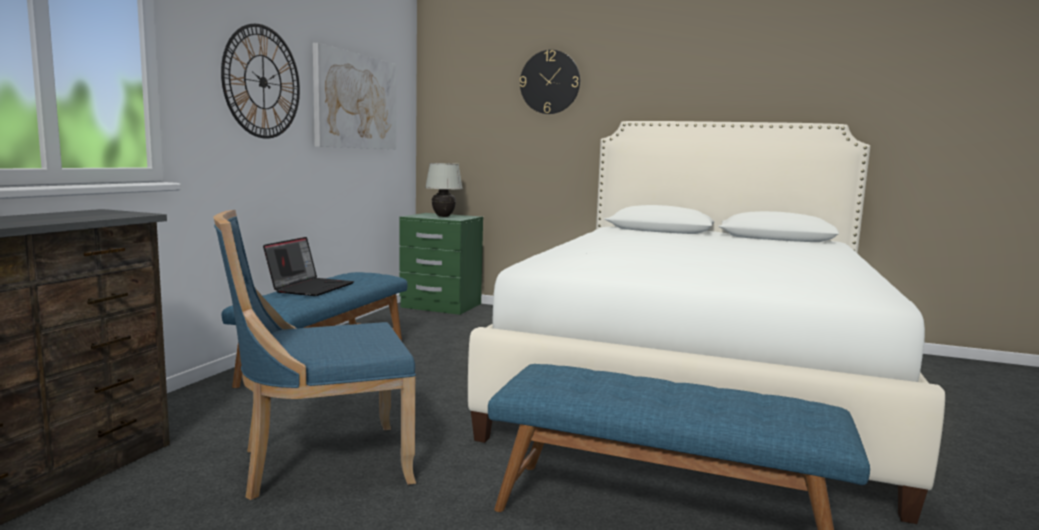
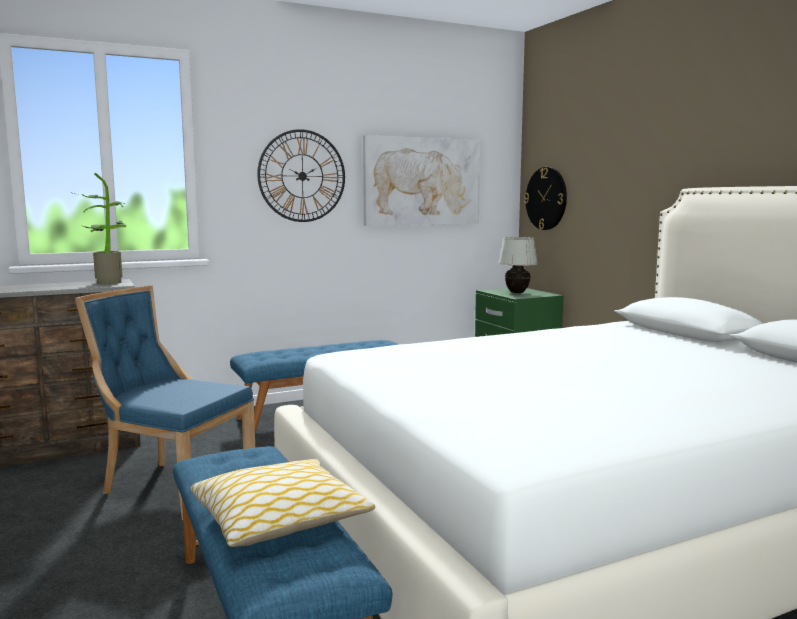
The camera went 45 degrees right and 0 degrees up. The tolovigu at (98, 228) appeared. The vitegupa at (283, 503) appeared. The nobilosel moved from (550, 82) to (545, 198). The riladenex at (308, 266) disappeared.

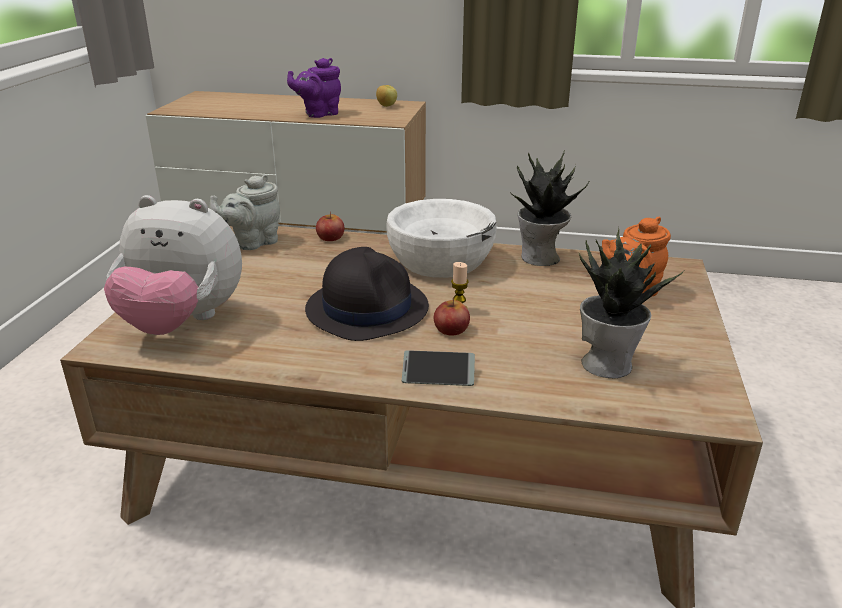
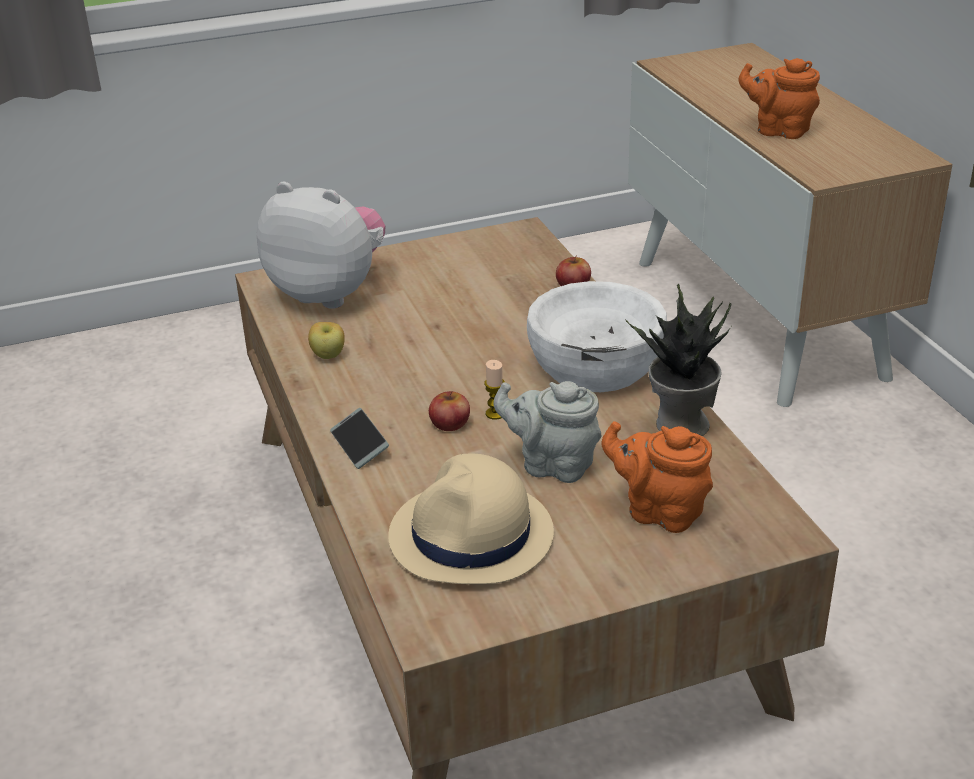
The camera went 60 degrees right and 5 degrees up. The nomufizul at (173, 265) turned 135 degrees clockwise. The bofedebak moved from (386, 96) to (326, 340). The tolovigu at (631, 303) was replaced by the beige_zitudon at (471, 518). The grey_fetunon moved from (245, 212) to (547, 432). The purple_fetunon at (314, 88) became the orange_fetunon at (779, 98). The black_zitudon at (367, 294) disappeared.

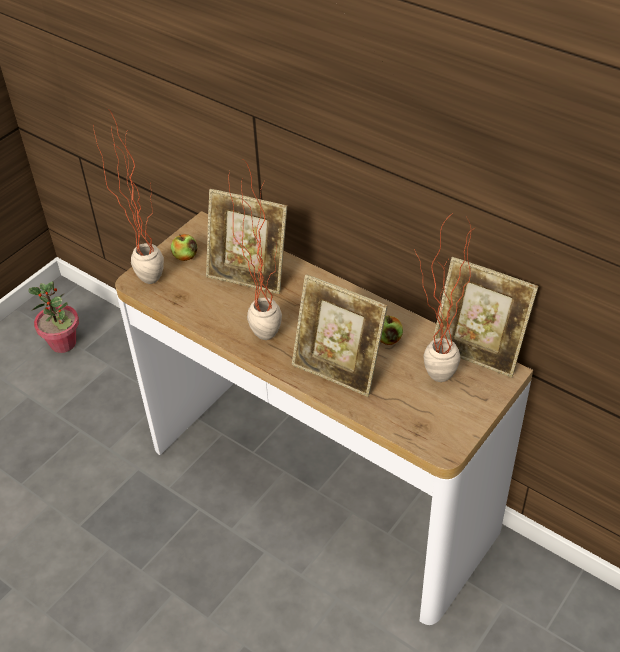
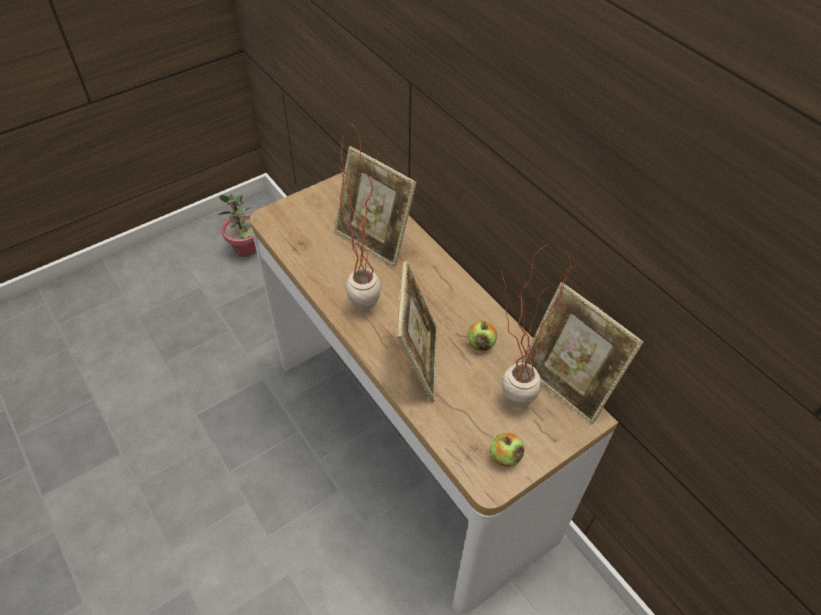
The camera went 15 degrees right and 5 degrees up. The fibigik at (340, 335) turned 135 degrees counterclockwise. The bofedebak moved from (184, 247) to (507, 449). The tolovigu at (129, 196) disappeared.

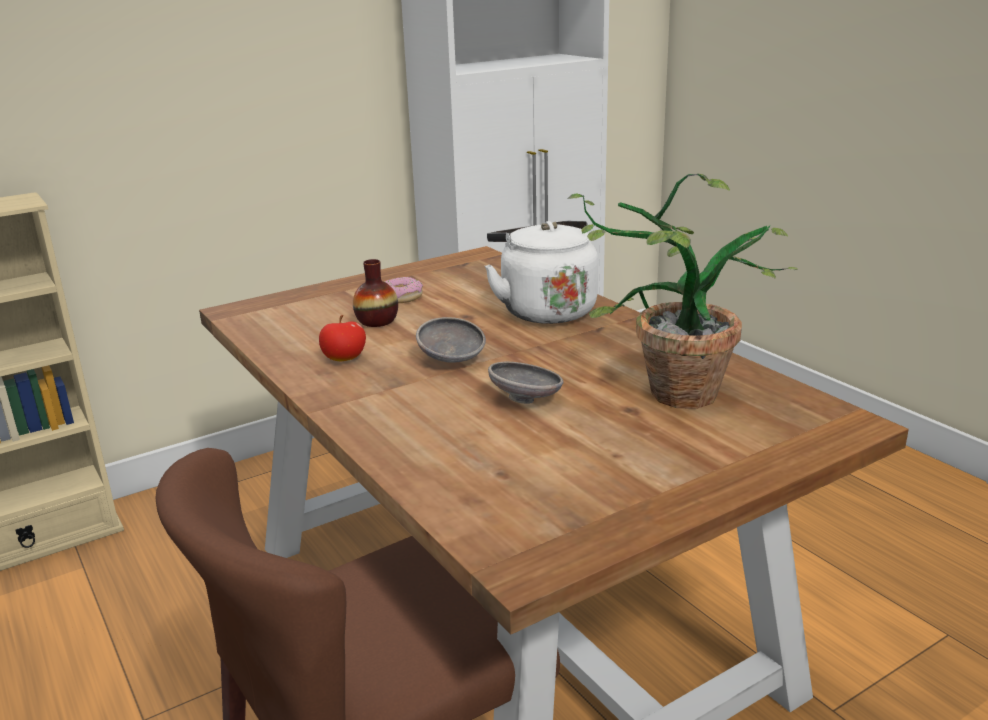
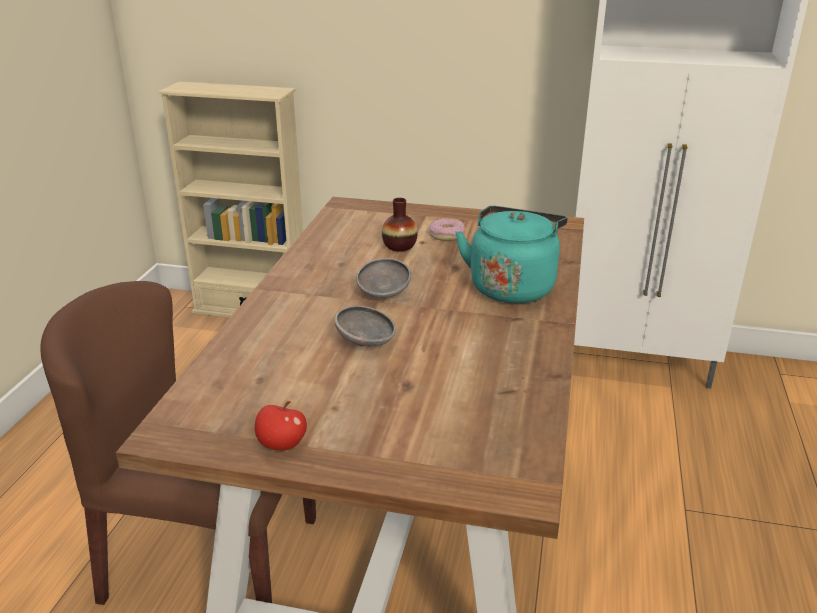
The camera went 45 degrees right and 5 degrees up. The bofedebak moved from (342, 338) to (281, 426). The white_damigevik at (541, 272) became the turquoise_damigevik at (511, 254). The tolovigu at (682, 291) disappeared.

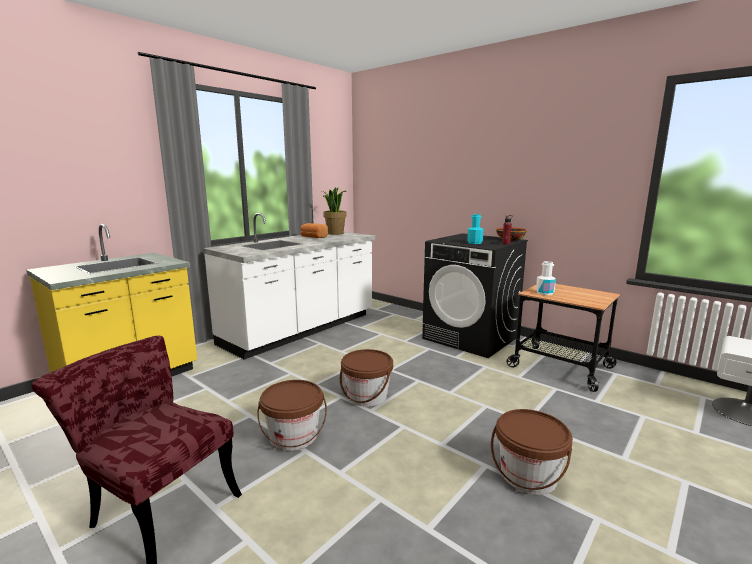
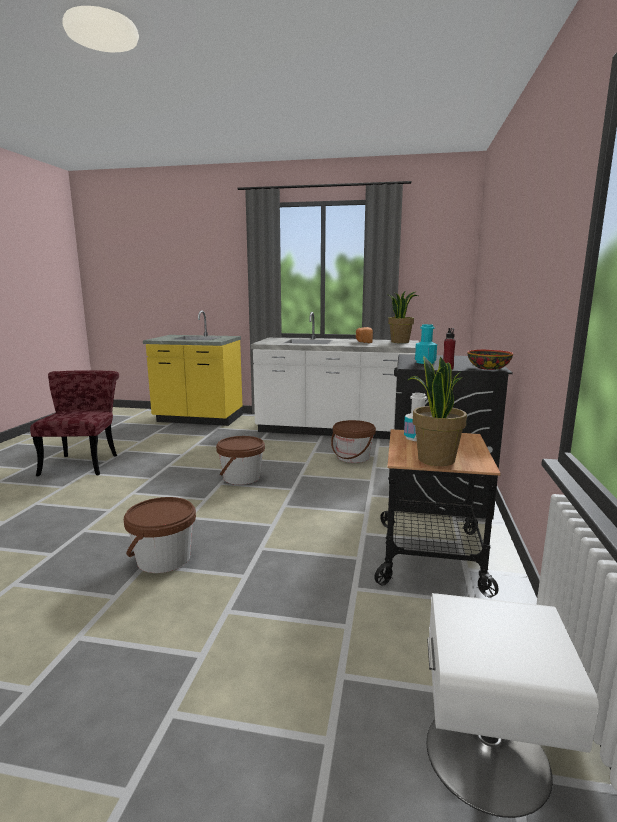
The camera went 60 degrees right and 0 degrees up. The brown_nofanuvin moved from (292, 415) to (353, 441). The tolovigu at (437, 411) appeared.

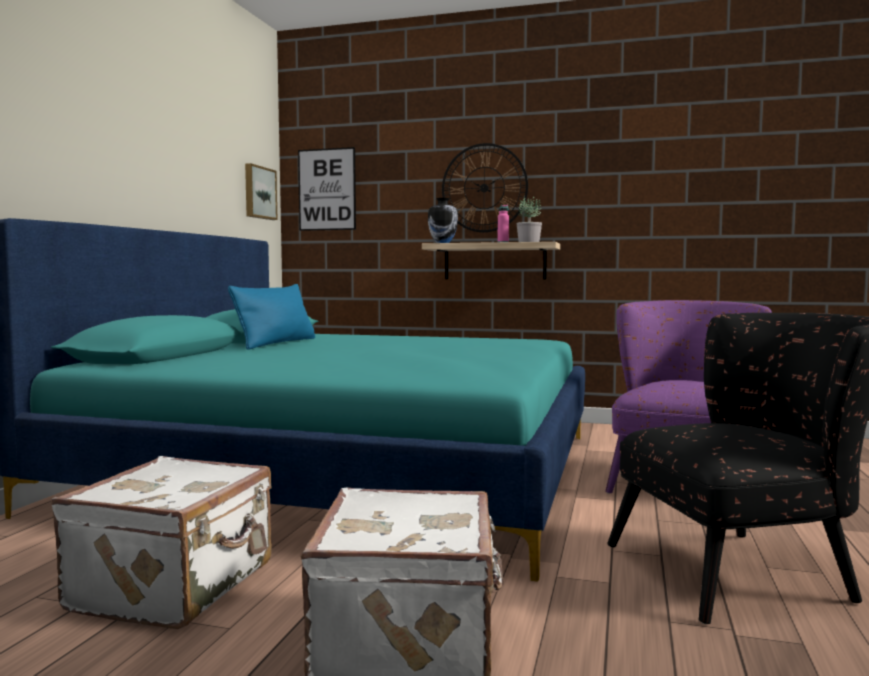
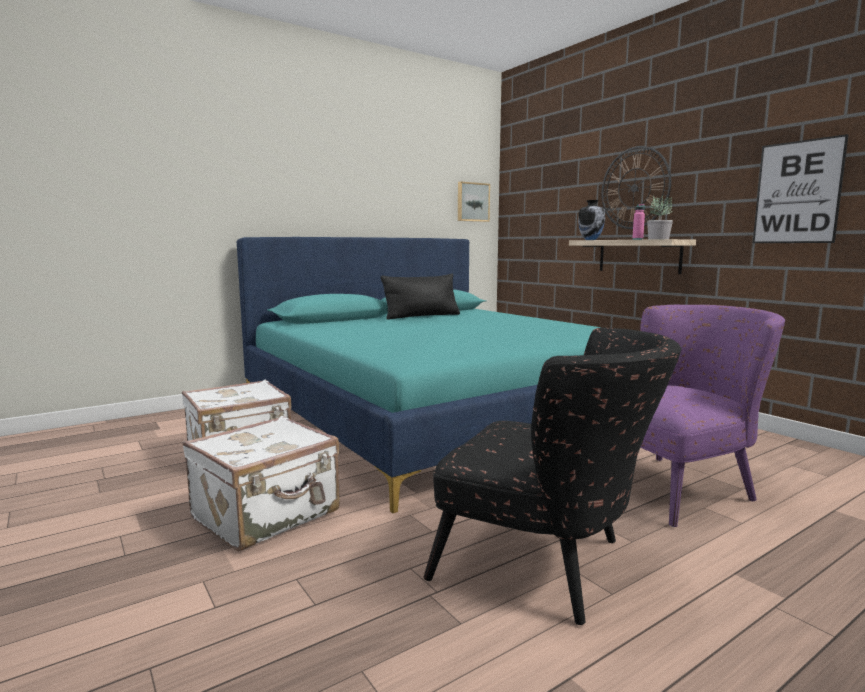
The camera went 40 degrees right and 5 degrees up. The blue_vitegupa at (271, 317) became the black_vitegupa at (420, 297). The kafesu moved from (327, 189) to (801, 188).

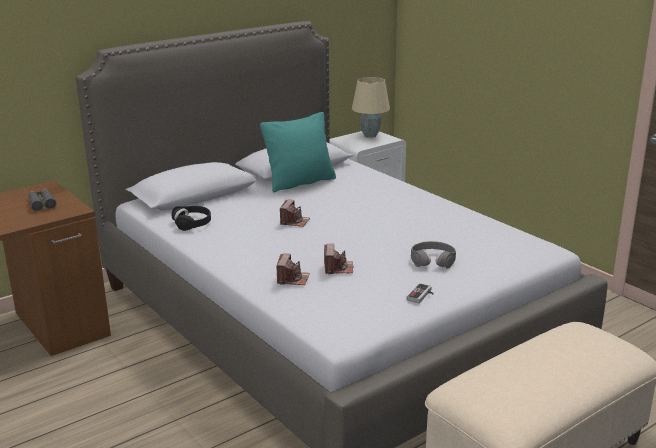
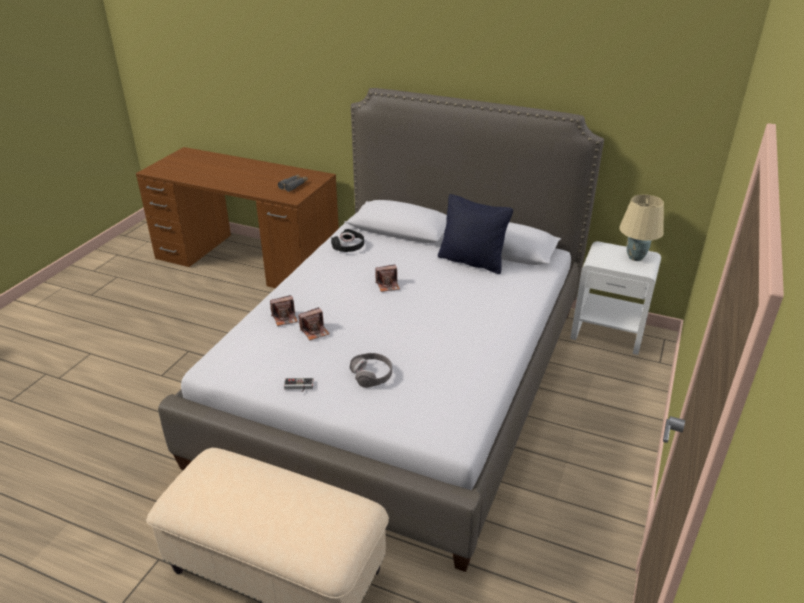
The camera went 60 degrees right and 10 degrees up. The turquoise_vitegupa at (298, 152) became the black_vitegupa at (475, 234).

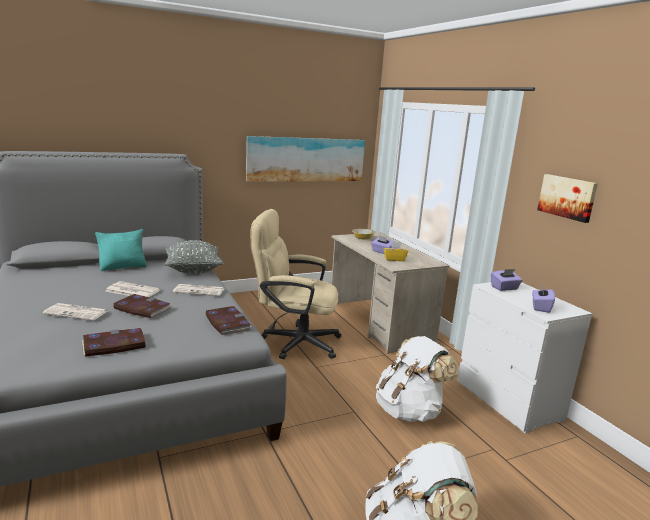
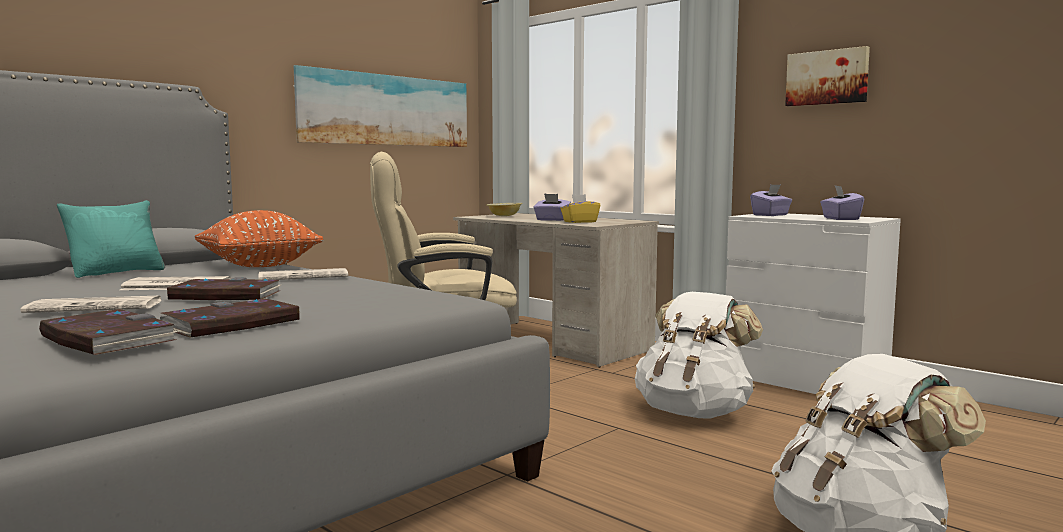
The camera went 20 degrees left and 10 degrees down. The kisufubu moved from (228, 320) to (108, 332). The grey_vitegupa at (193, 256) became the orange_vitegupa at (258, 238).

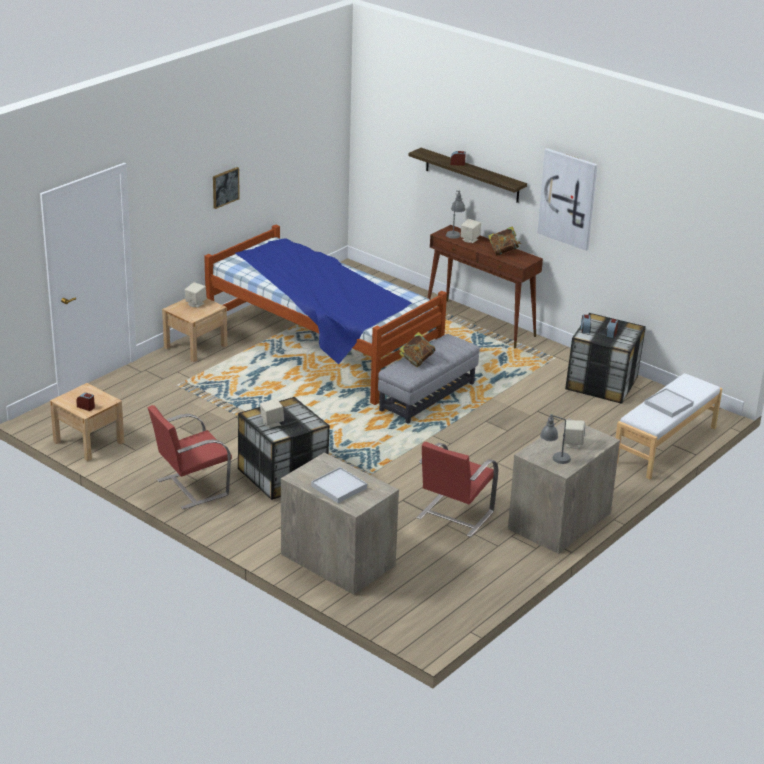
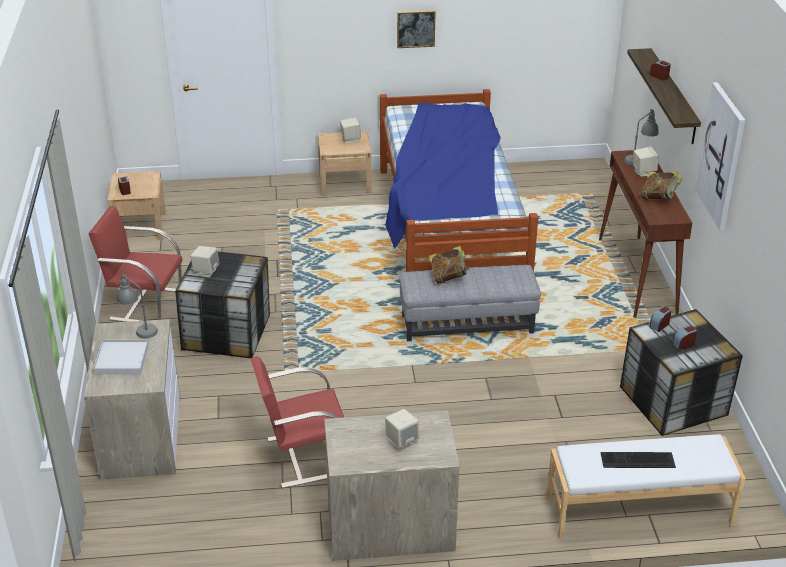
The camera went 45 degrees right and 5 degrees up. The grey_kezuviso moved from (555, 439) to (137, 306). The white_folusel at (669, 402) was replaced by the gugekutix at (638, 460).

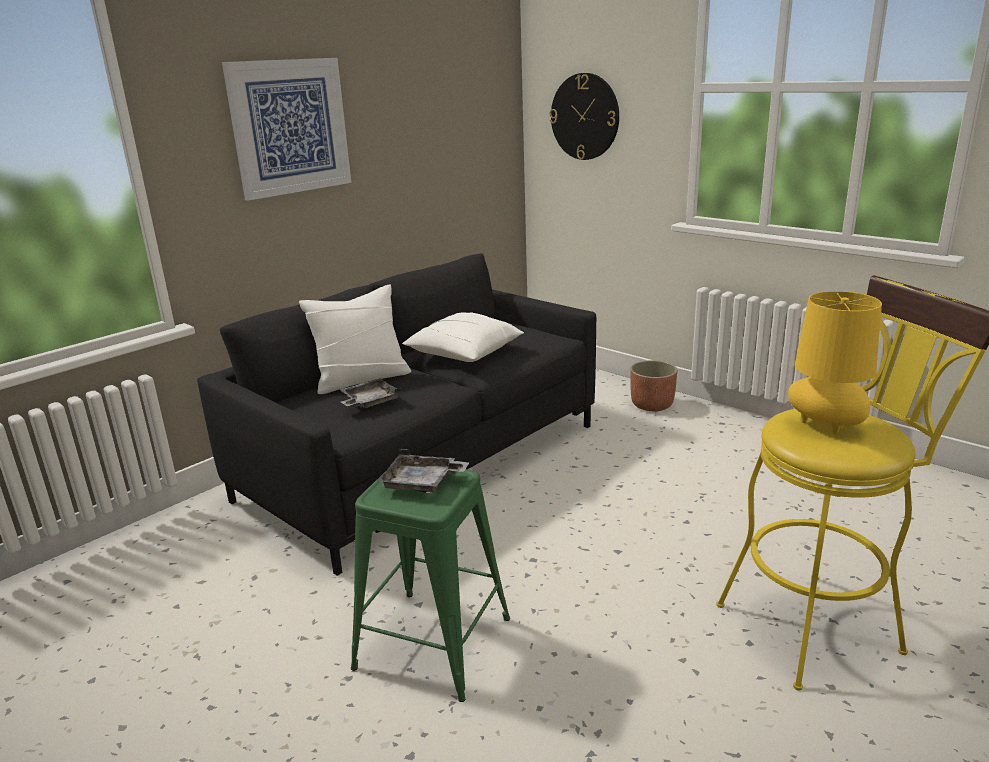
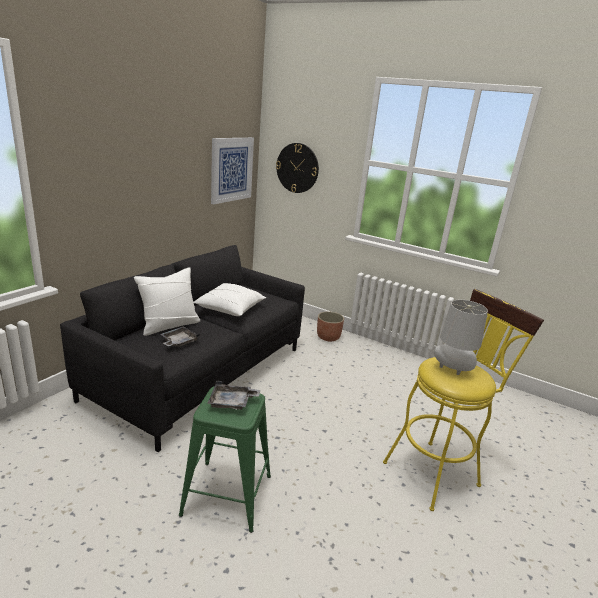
The camera went 15 degrees left and 0 degrees up. The kafesu moved from (286, 129) to (232, 171). The yellow_kezuviso at (835, 362) became the grey_kezuviso at (461, 337).

